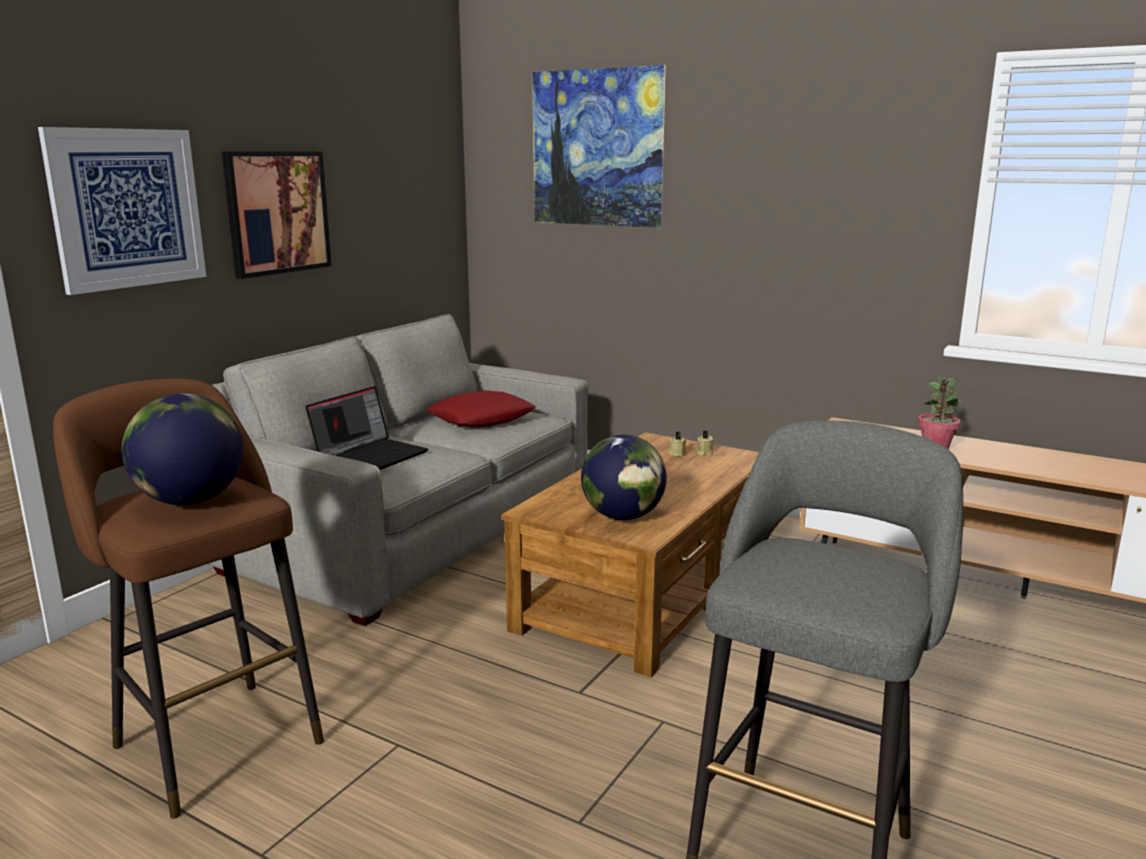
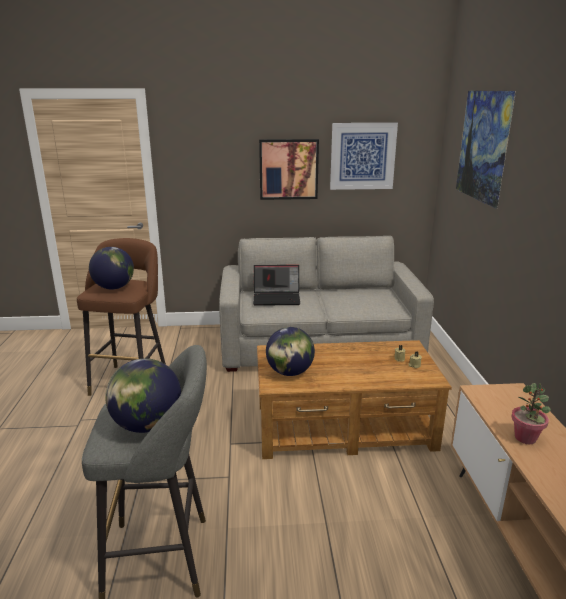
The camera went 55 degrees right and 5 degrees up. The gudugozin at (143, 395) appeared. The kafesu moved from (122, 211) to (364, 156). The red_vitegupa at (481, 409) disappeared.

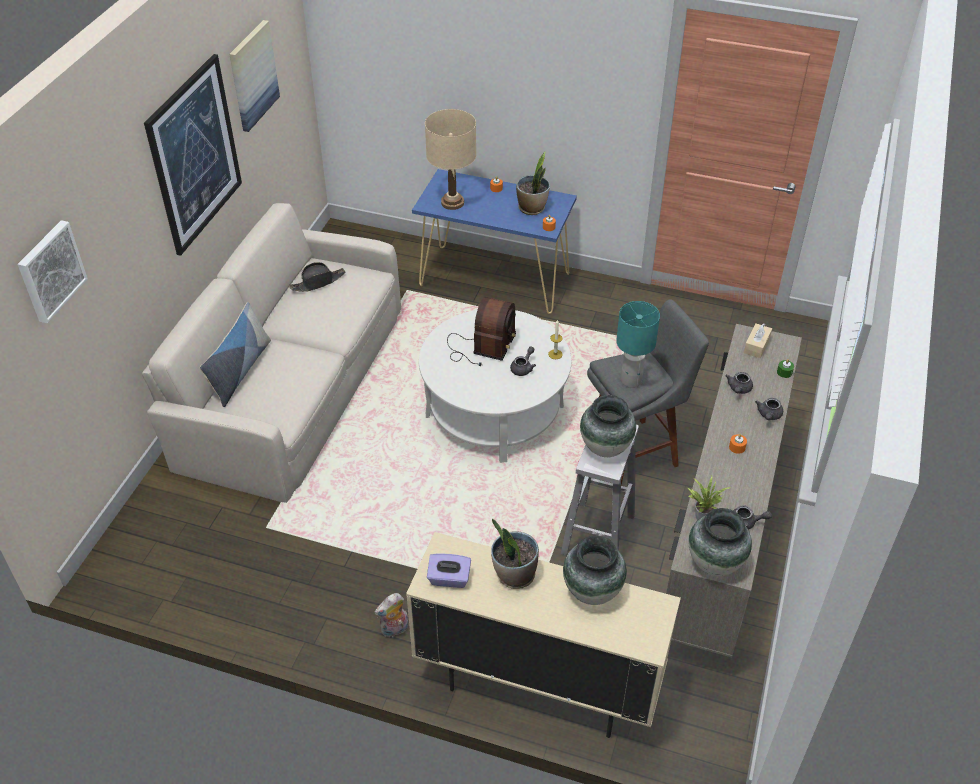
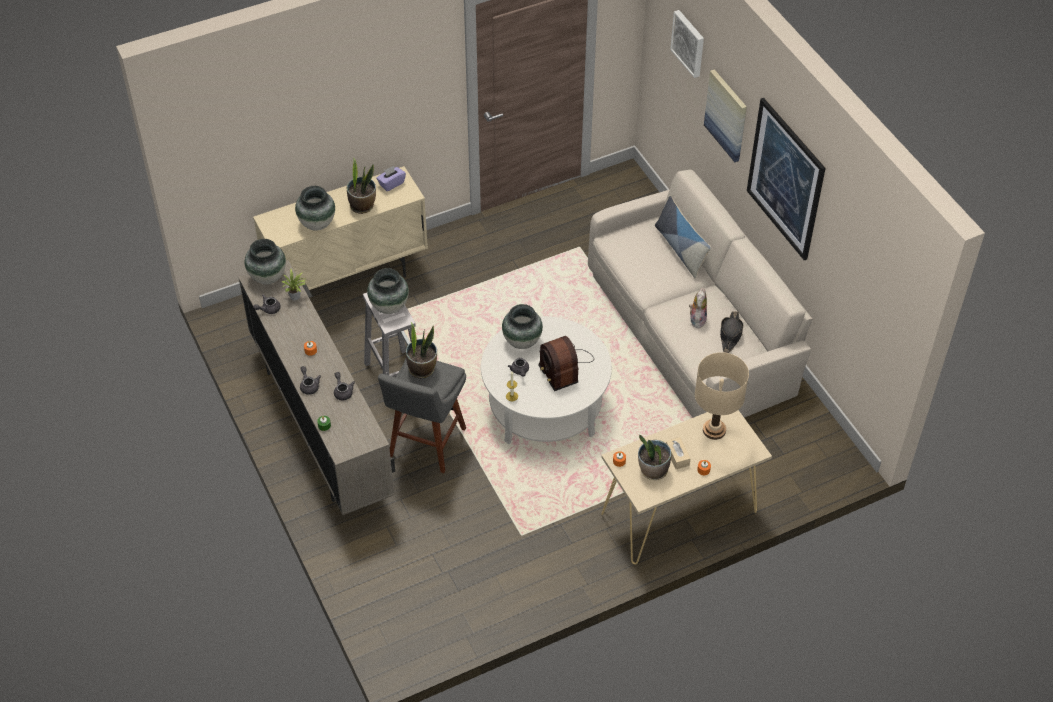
The camera went 135 degrees right and 5 degrees up. The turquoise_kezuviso at (638, 344) was replaced by the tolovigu at (421, 350). The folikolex at (522, 326) appeared. The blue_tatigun at (494, 241) became the beige_tatigun at (686, 487). The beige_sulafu moved from (758, 340) to (678, 453). The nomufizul moved from (391, 615) to (698, 308). The kafesu moved from (254, 76) to (725, 115).

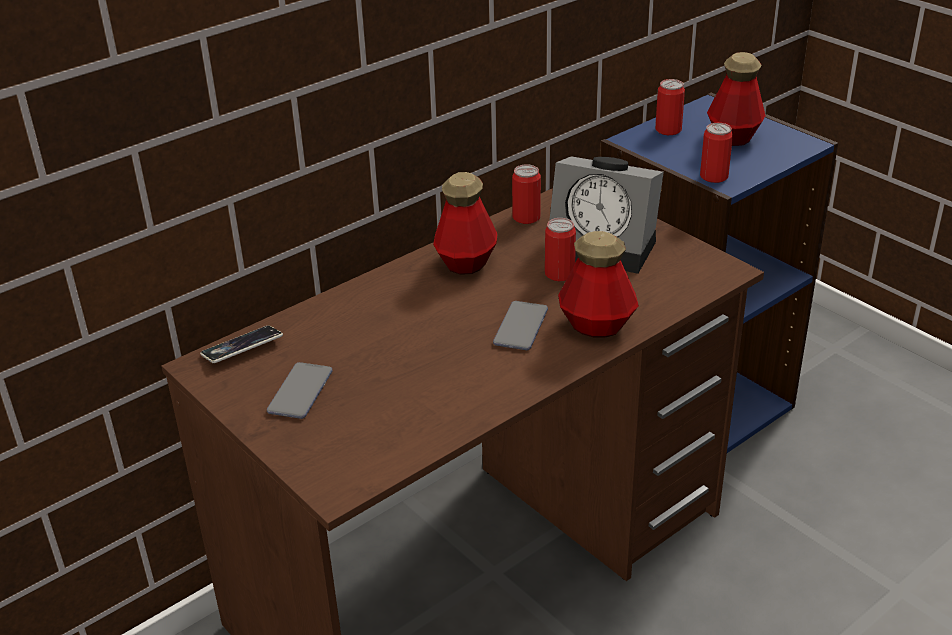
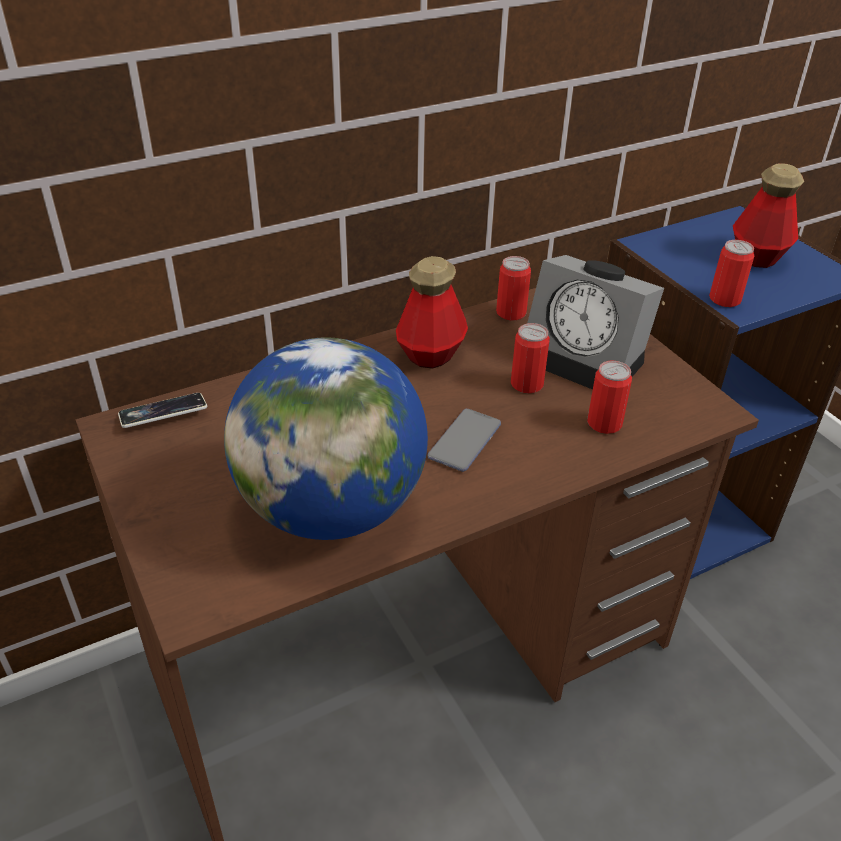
The camera went 10 degrees right and 5 degrees up. The gudugozin at (326, 438) appeared. The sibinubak moved from (670, 107) to (609, 397). The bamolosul at (299, 390) disappeared. The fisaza at (598, 284) disappeared.

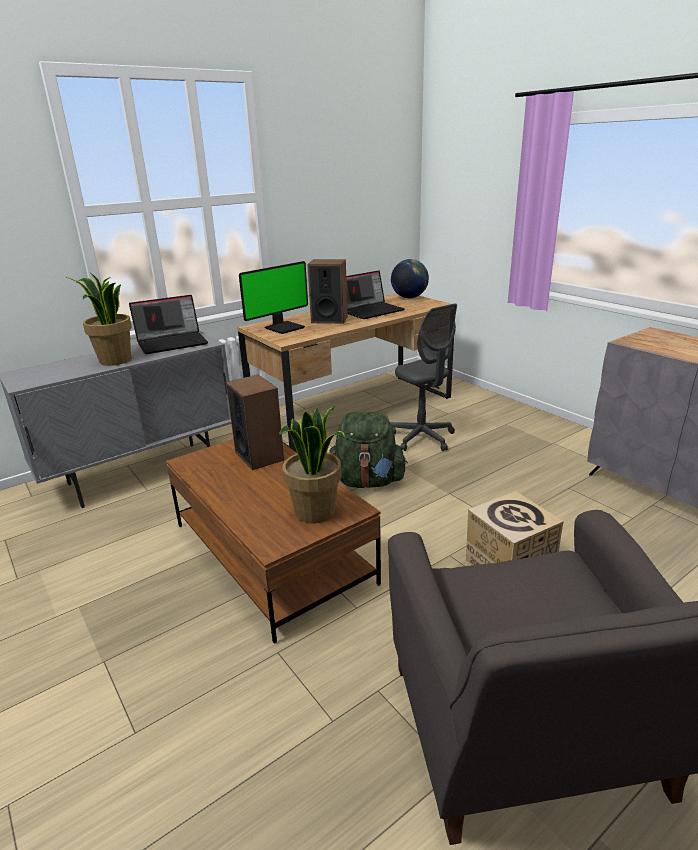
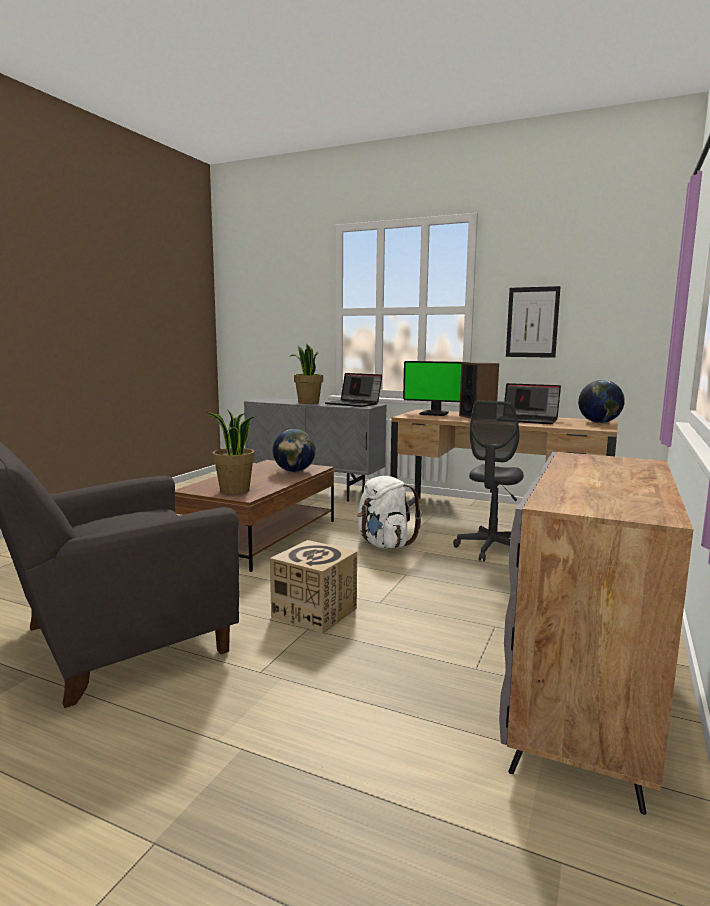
The camera went 60 degrees right and 15 degrees down. The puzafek at (255, 422) was replaced by the gudugozin at (294, 450). The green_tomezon at (368, 450) became the white_tomezon at (389, 512). The kafesu at (533, 322) appeared.

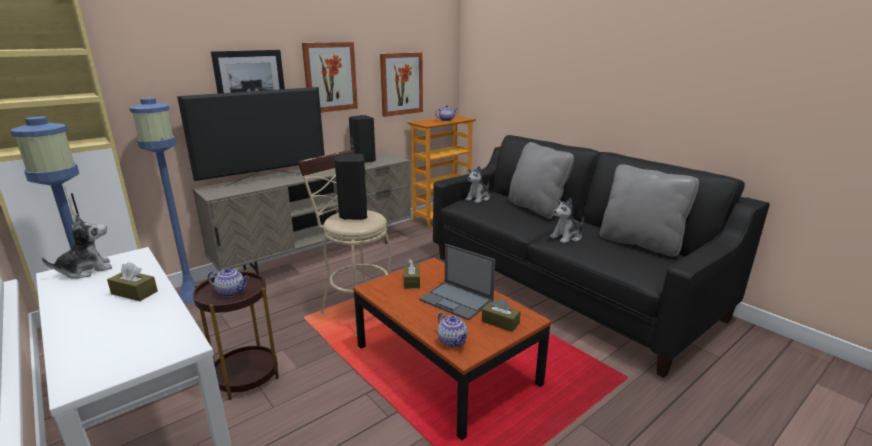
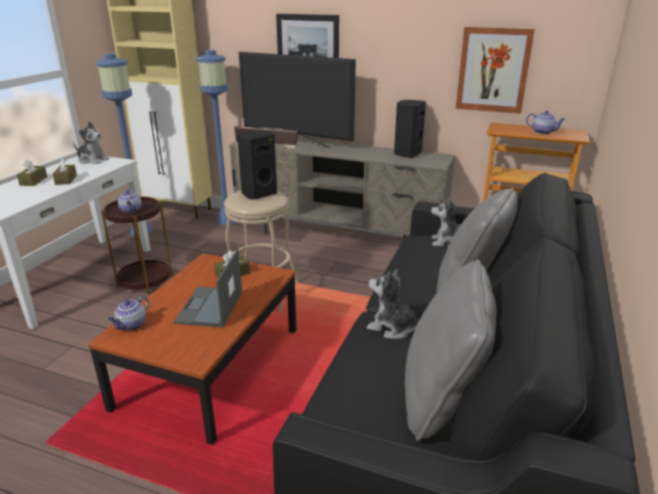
The camera went 60 degrees right and 5 degrees up. The brown_sulafu moved from (501, 315) to (32, 172). The kafesu at (330, 77) disappeared.

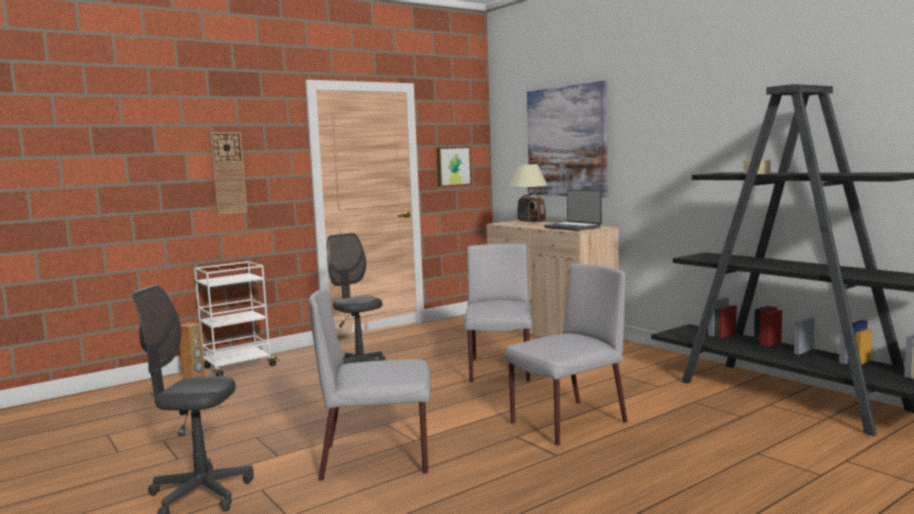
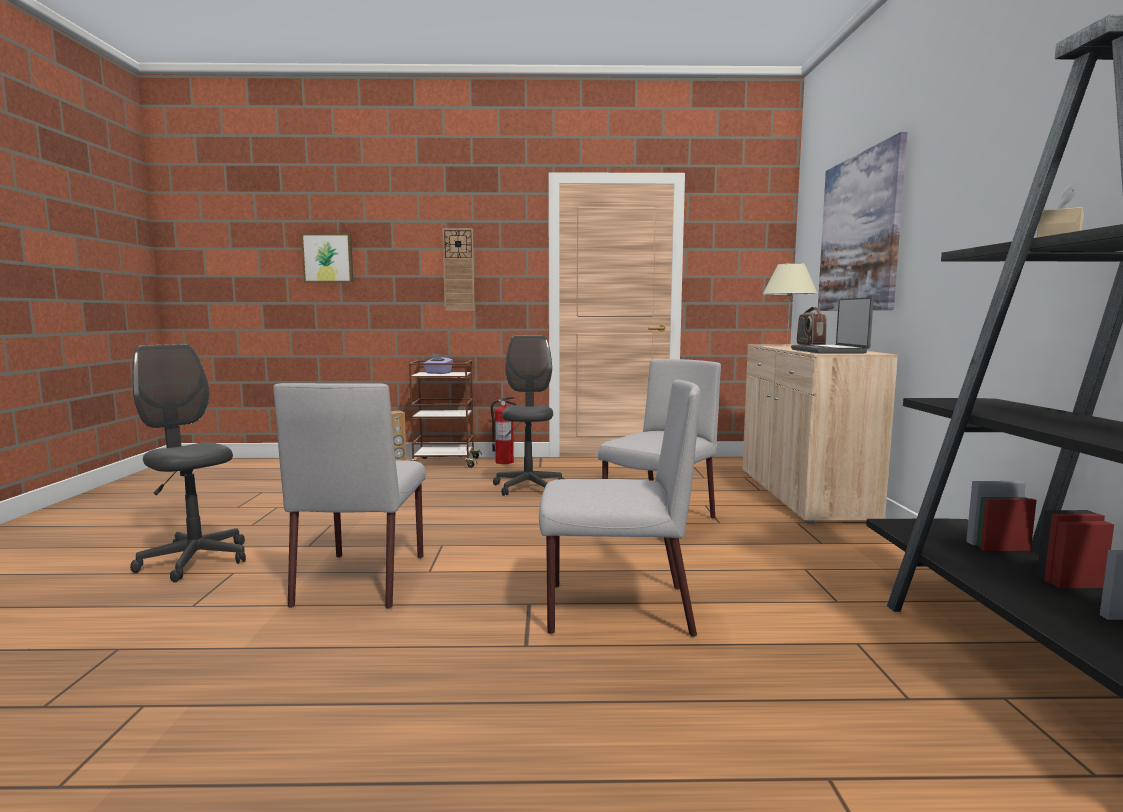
The camera went 35 degrees right and 0 degrees up. The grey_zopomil at (370, 384) turned 120 degrees counterclockwise. The kafesu moved from (454, 167) to (327, 257). The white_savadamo at (236, 318) became the brown_savadamo at (445, 414). The purple_sulafu at (438, 363) appeared. The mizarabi at (503, 430) appeared.

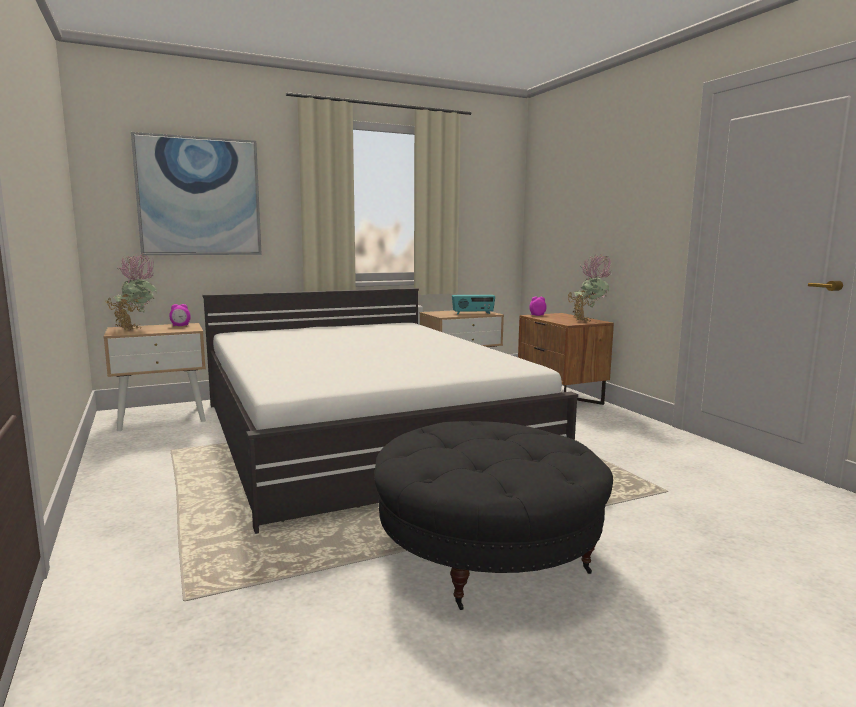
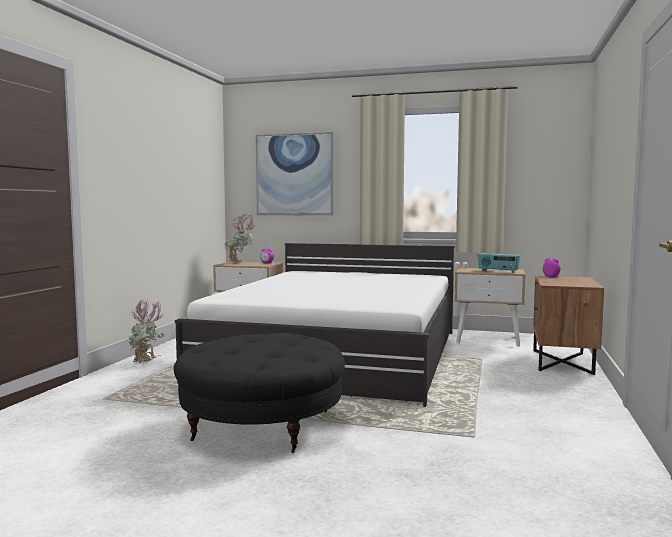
The camera went 40 degrees right and 5 degrees down. The tolovigu moved from (590, 288) to (146, 331).

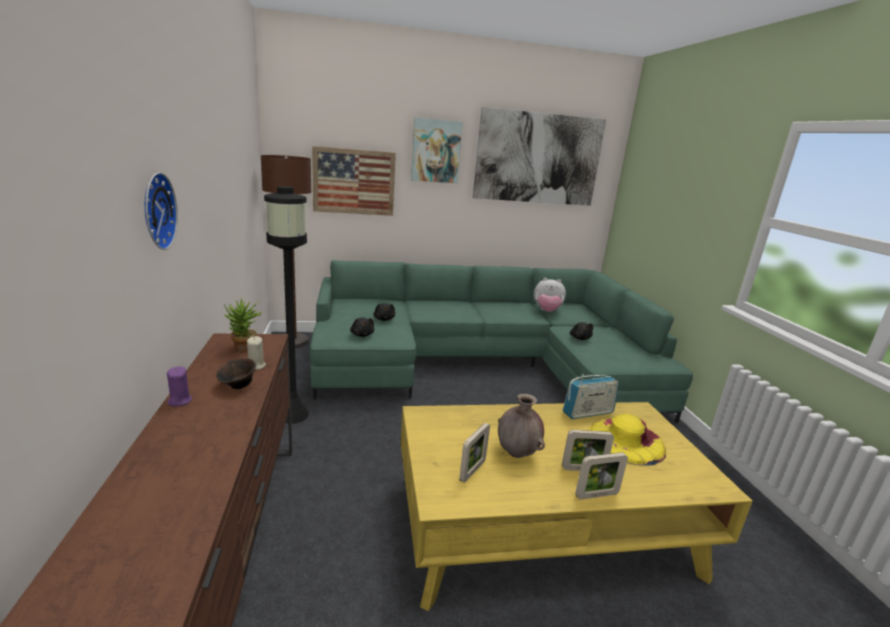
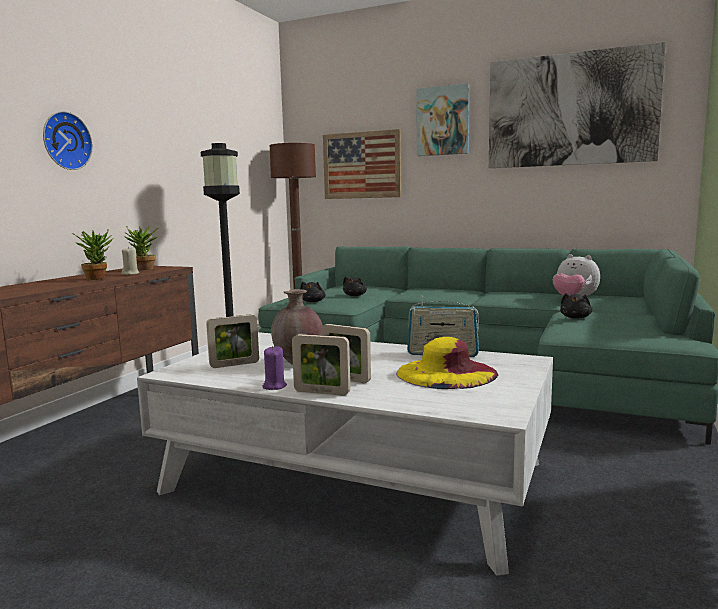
The camera went 35 degrees right and 10 degrees down. The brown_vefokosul at (236, 373) was replaced by the tolovigu at (92, 255). The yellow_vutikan at (576, 506) became the white_vutikan at (345, 453). The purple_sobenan moved from (179, 386) to (274, 368).

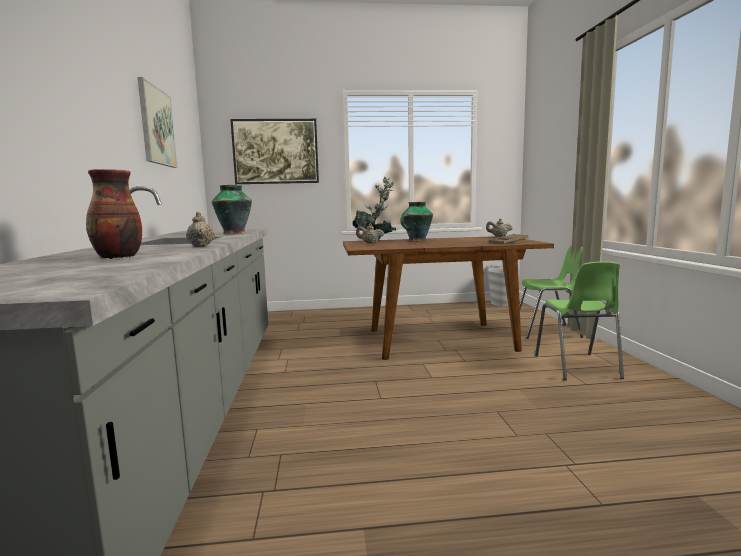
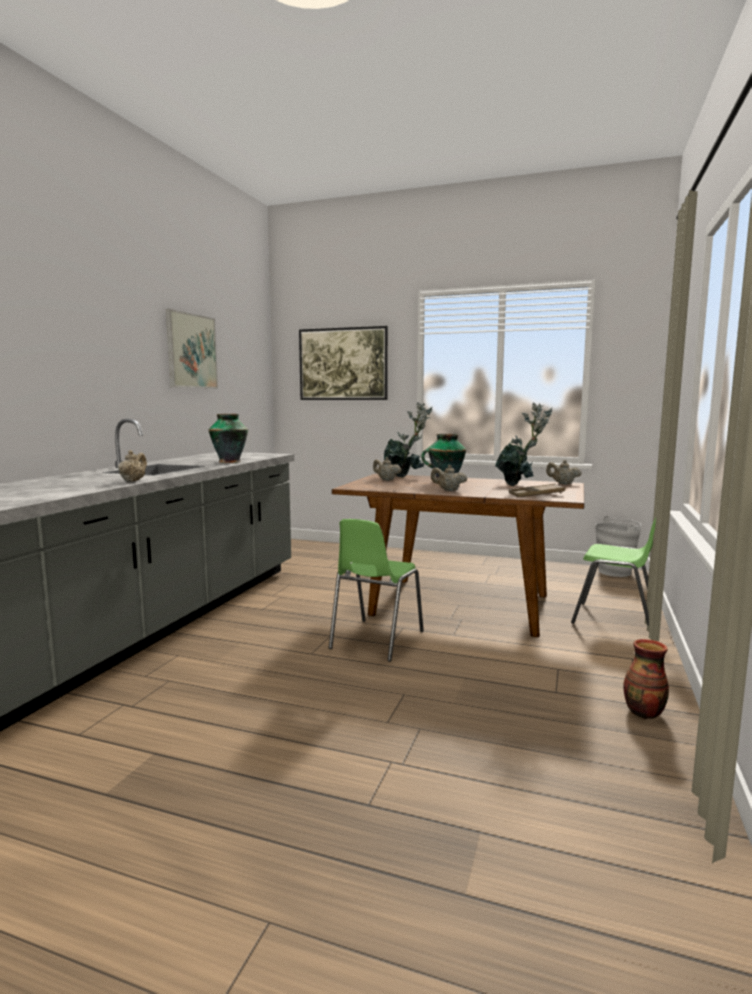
The camera went 25 degrees right and 0 degrees up. The green_zopomil moved from (579, 321) to (376, 590). The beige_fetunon at (449, 478) appeared. The tolovigu at (523, 444) appeared. The folikolex moved from (114, 214) to (646, 679).

